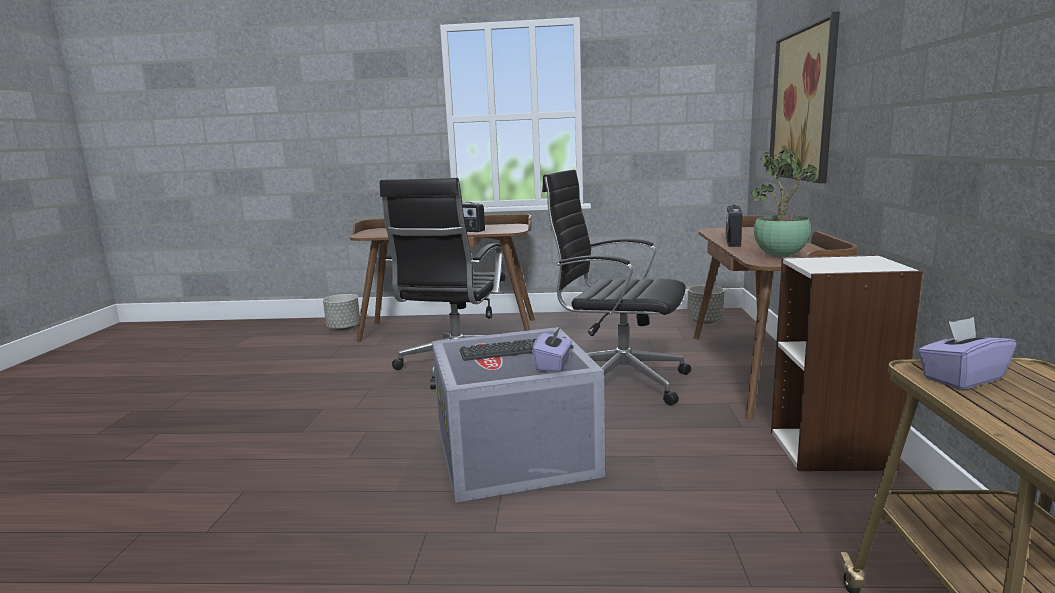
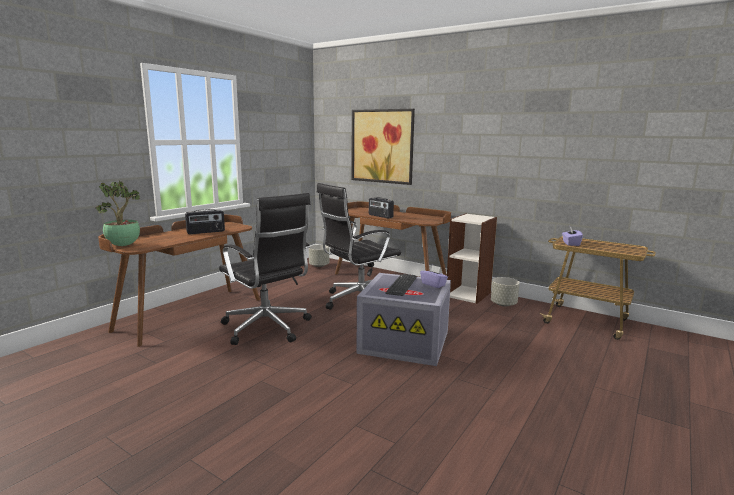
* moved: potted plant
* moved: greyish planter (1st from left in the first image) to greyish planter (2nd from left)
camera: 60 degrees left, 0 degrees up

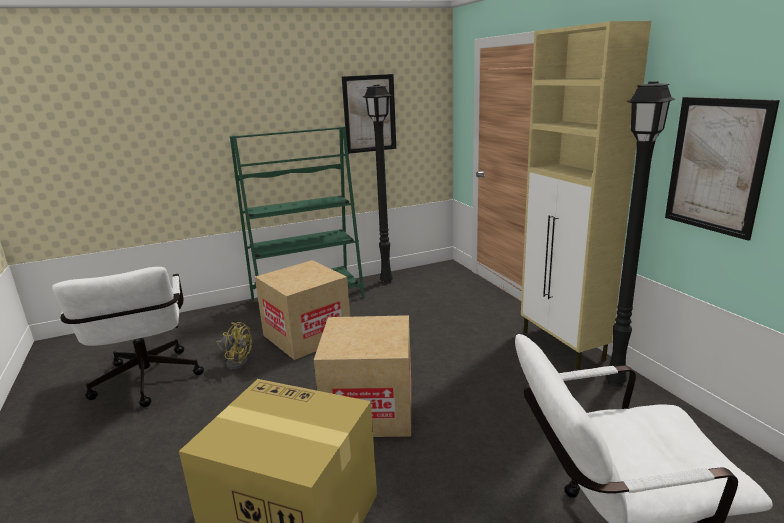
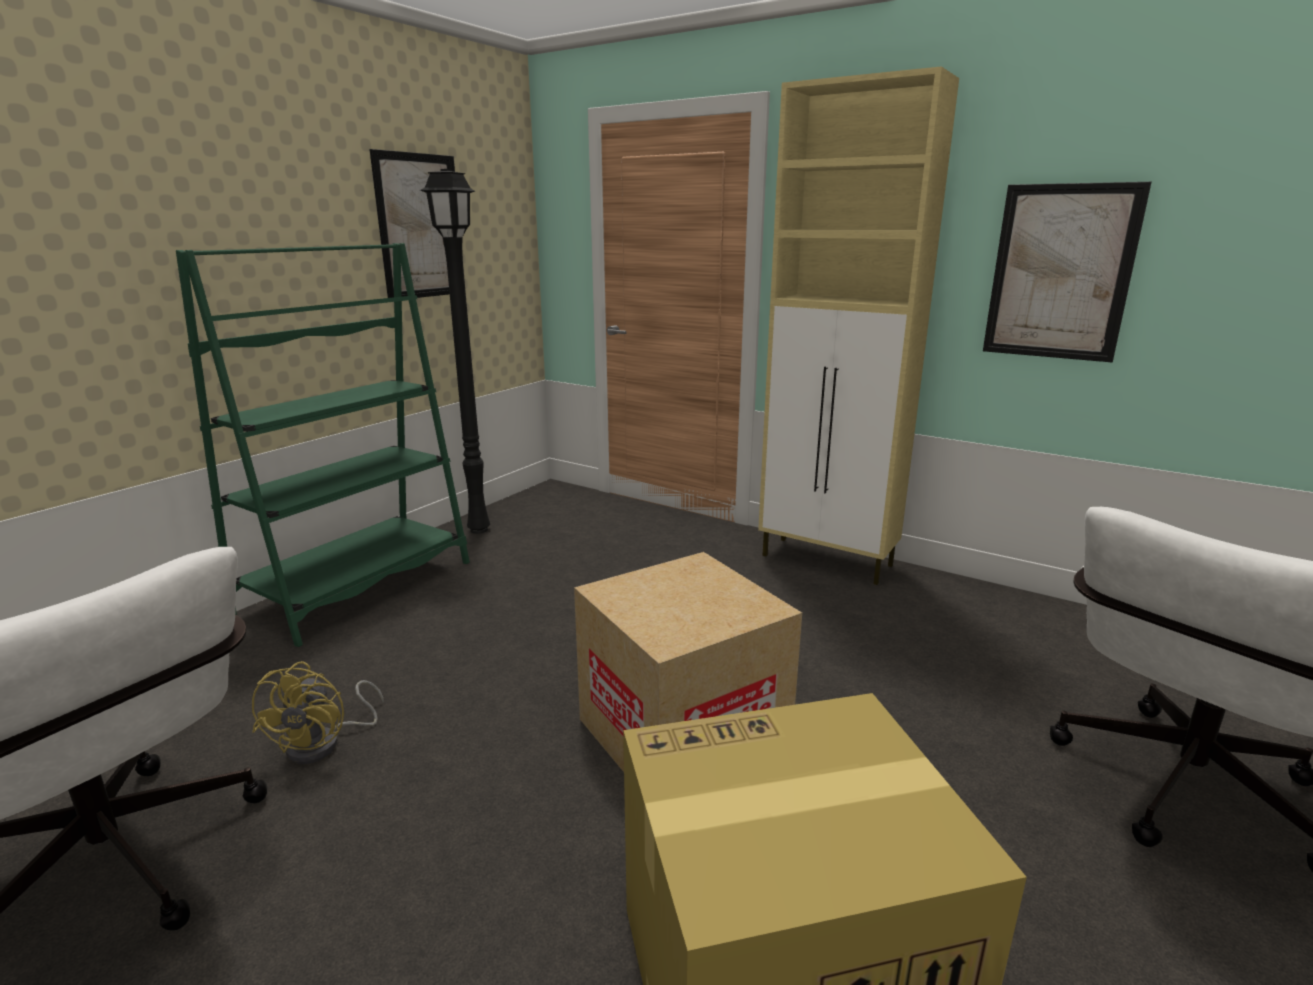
* turned: yellow-coloured fan 105 degrees clockwise
* removed: cardboard box (2nd from left)
* removed: black-coloured floor lamp (2nd from left)
camera: 35 degrees left, 0 degrees up

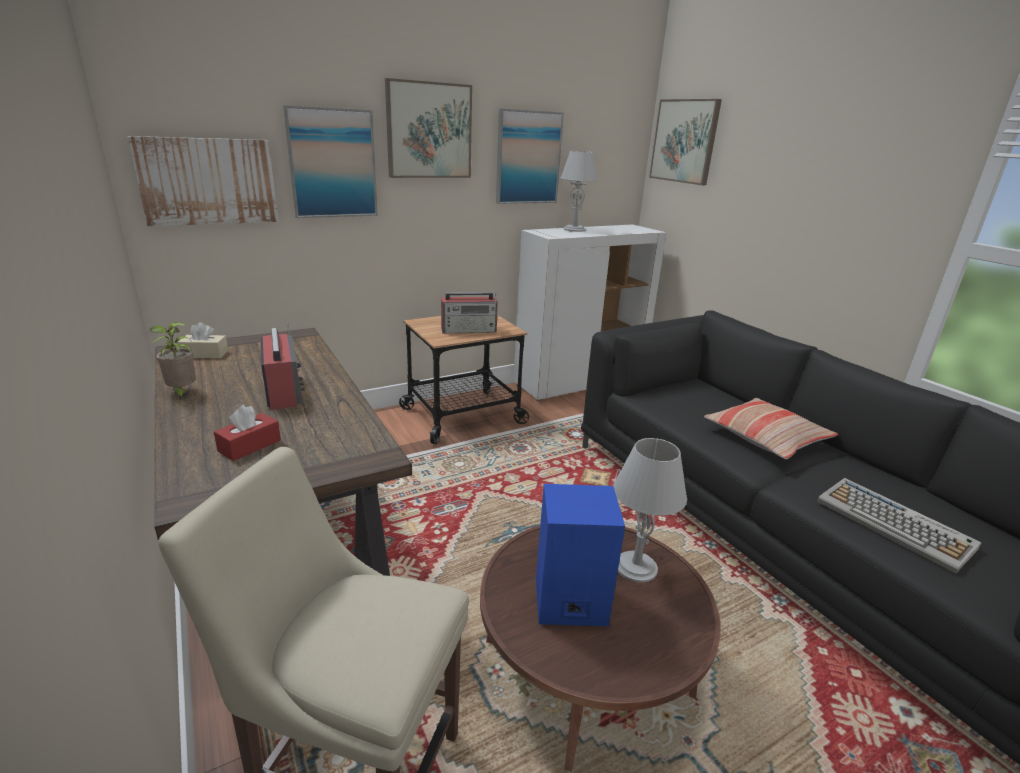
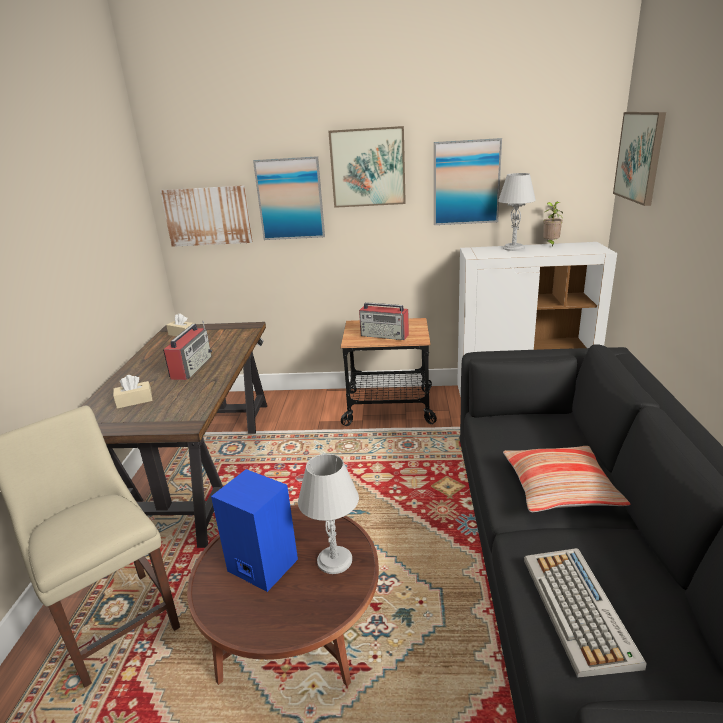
* recoloured: red-coloured tissue box to sand-coloured tissue box (1st from left)
* moved: potted plant
camera: 35 degrees right, 0 degrees up

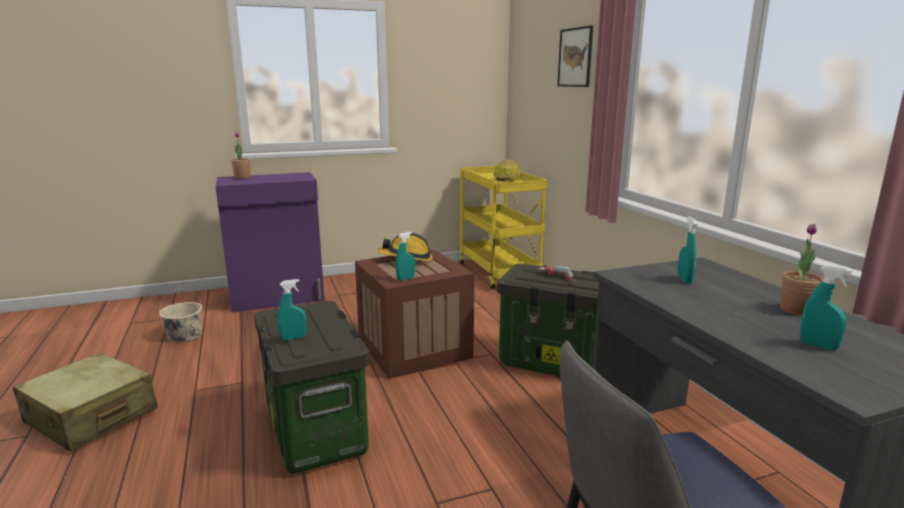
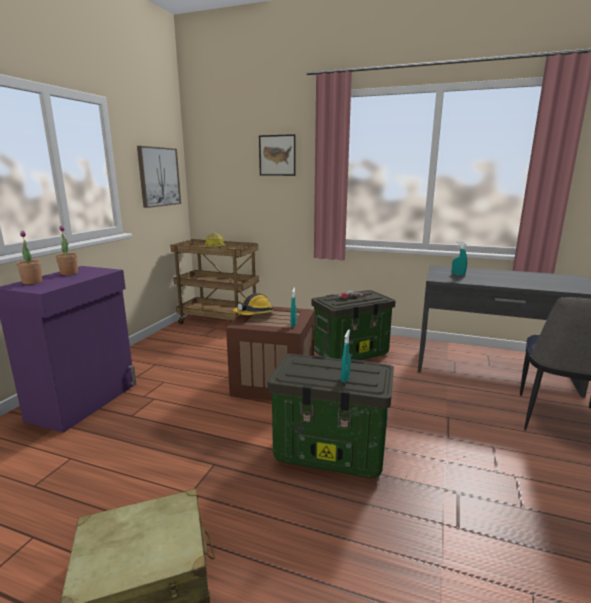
* moved: potted plant (2nd from left)
* added: picture (1st from left)
* recoloured: yellow-coloured cart to brownish cart
* removed: sand-coloured water bucket
* removed: turquoise-coloured spray bottle (4th from left)
camera: 50 degrees left, 0 degrees up

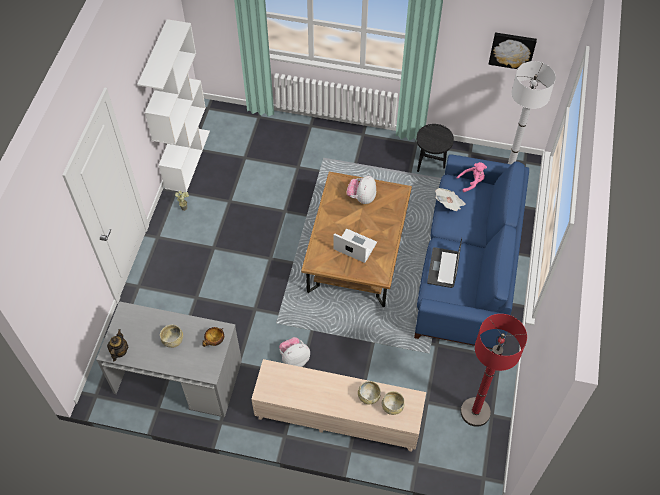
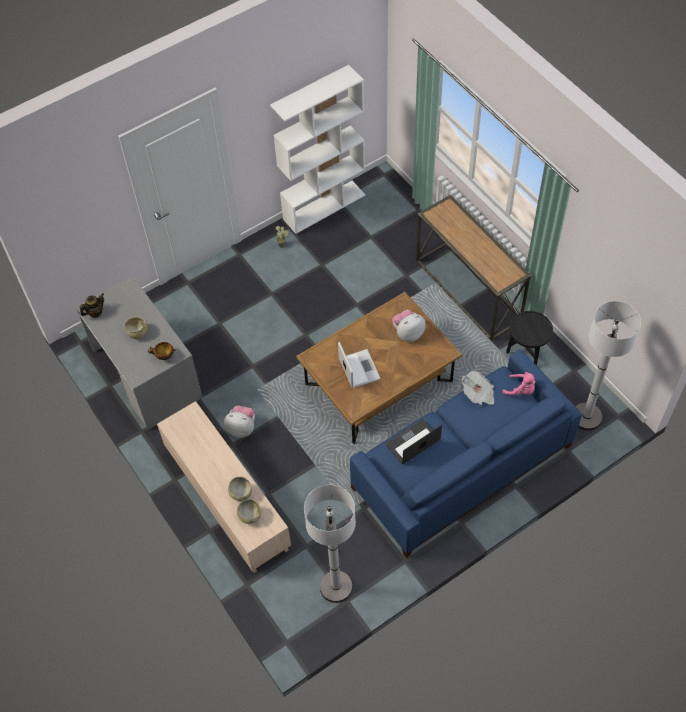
* recoloured: red-coloured floor lamp to whitish floor lamp (1st from left)
* added: hall table
* removed: picture
camera: 45 degrees right, 0 degrees up

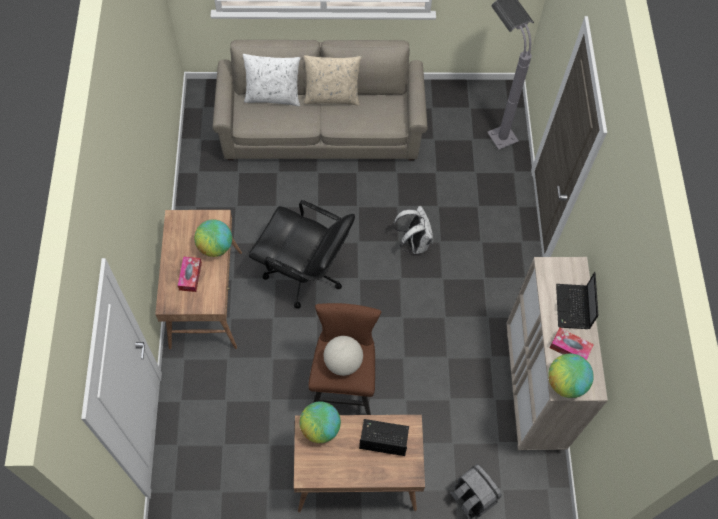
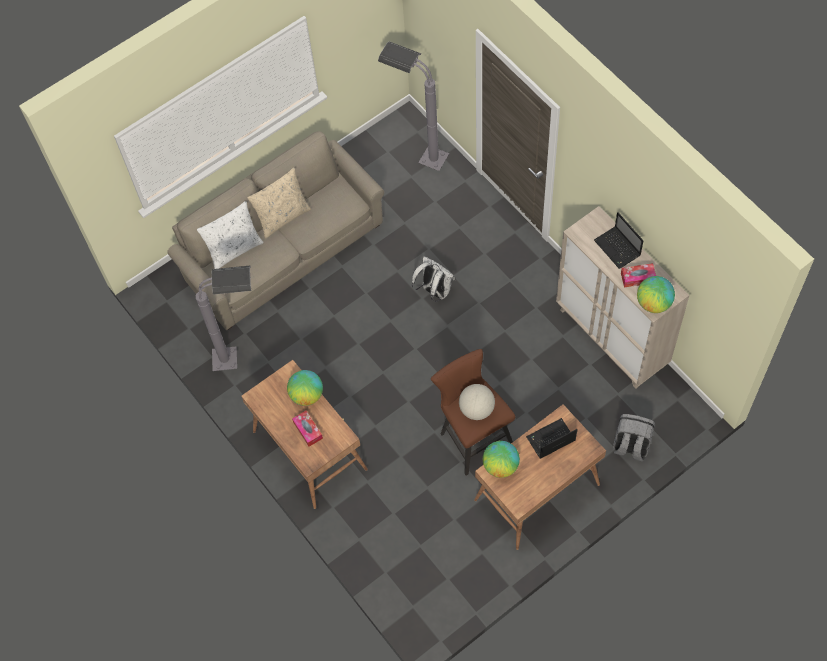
* added: greyish floor lamp (1st from left)
* removed: black-coloured computer chair
camera: 30 degrees left, 0 degrees up

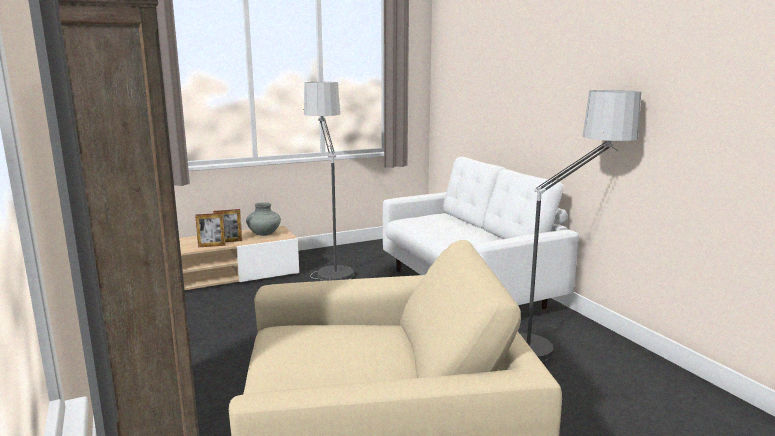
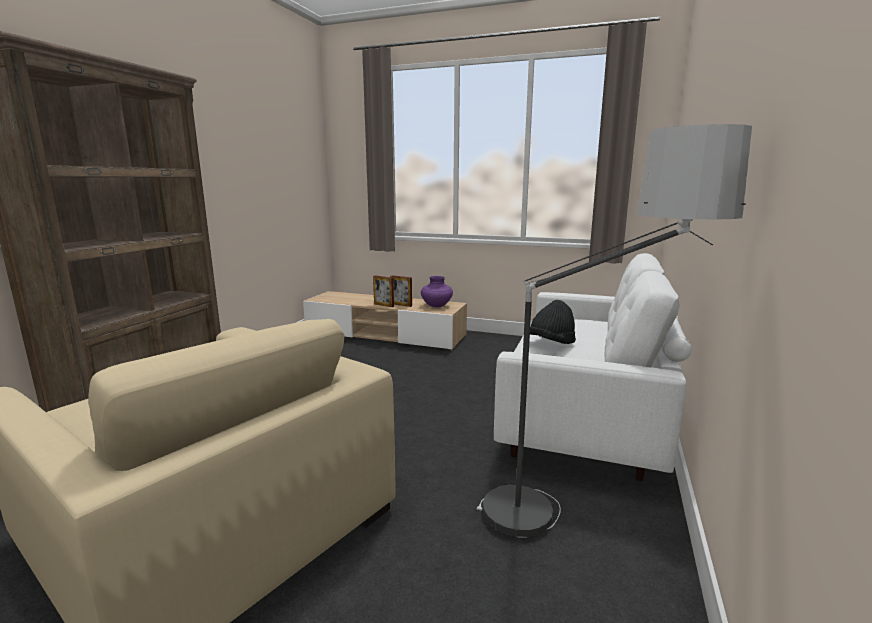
* recoloured: greyish flower vase to purple flower vase
* added: black-coloured clothing hat
* removed: floor lamp (1st from left)
camera: 45 degrees right, 0 degrees up

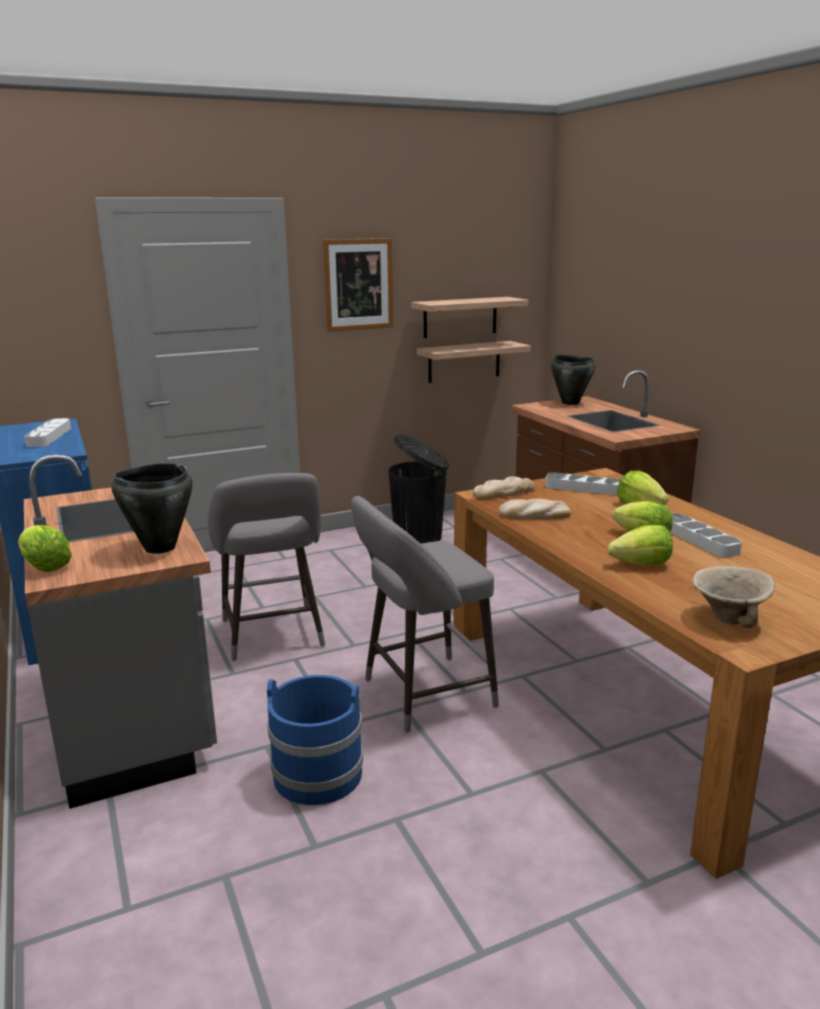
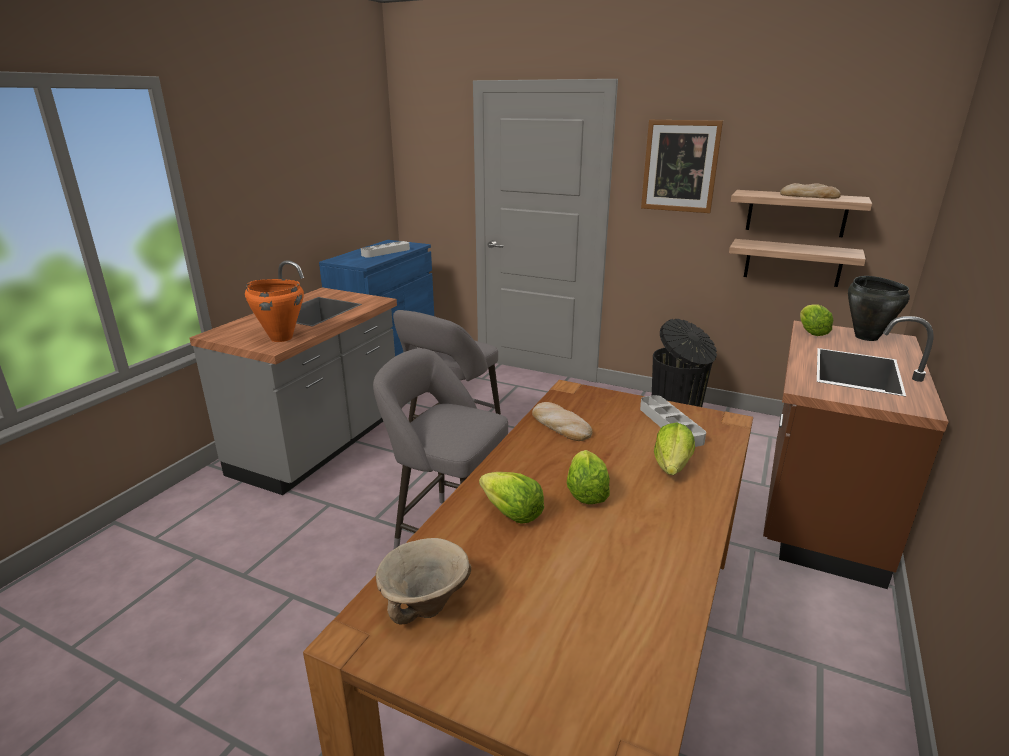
* recoloured: black-coloured stockpot (1st from left) to orangey stockpot
* moved: bread (1st from left in the first image) to bread (2nd from left)
* moved: lettuce (1st from left in the first image) to lettuce (4th from left)
* removed: blue-coloured water bucket
* removed: greyish carrying tray (3rd from left)
camera: 50 degrees right, 5 degrees up

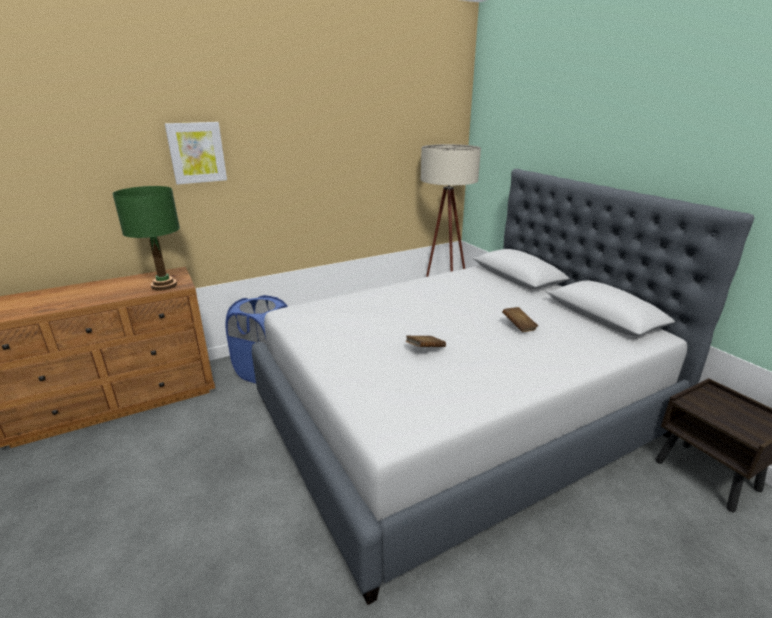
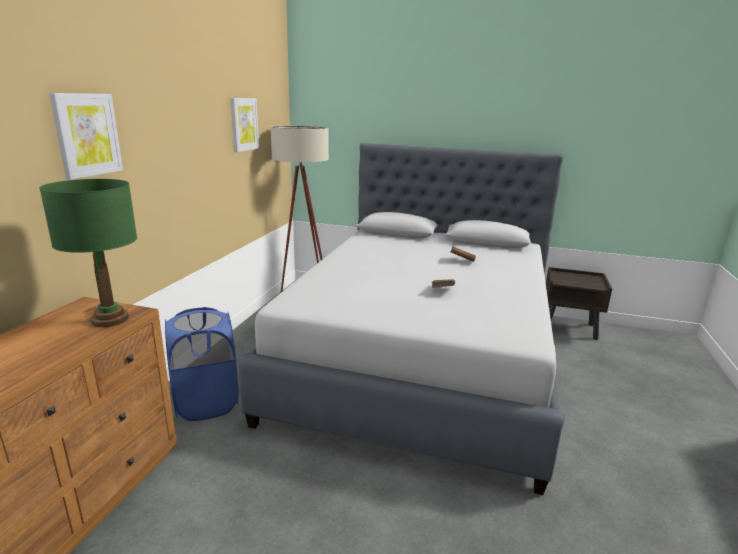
* added: picture (2nd from left)
camera: 45 degrees left, 5 degrees down

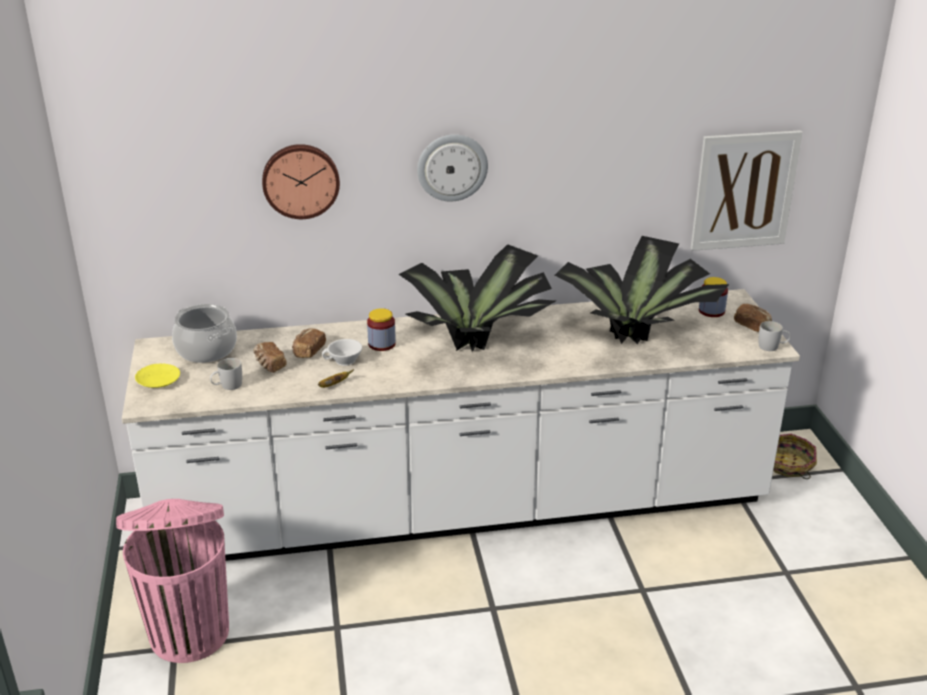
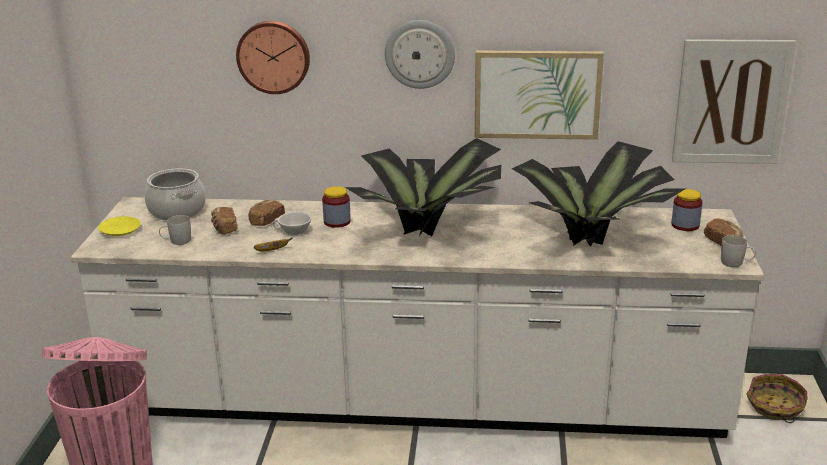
* added: picture (1st from left)
camera: 15 degrees right, 5 degrees down

